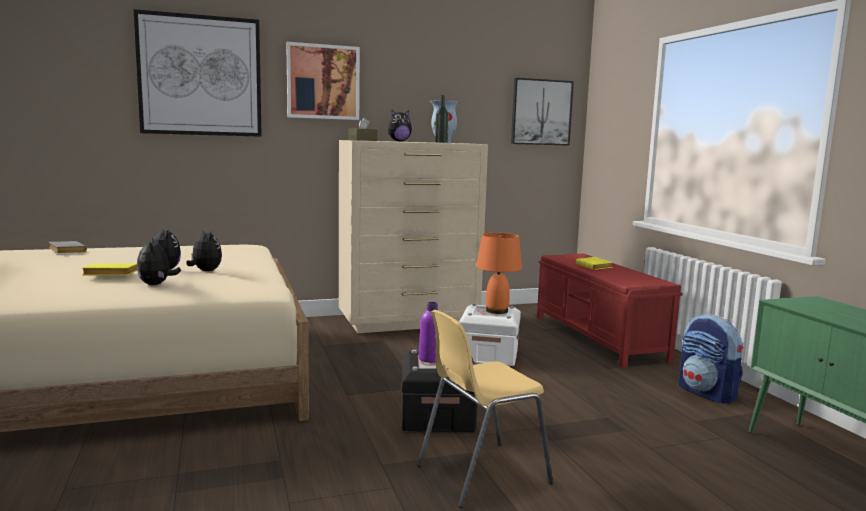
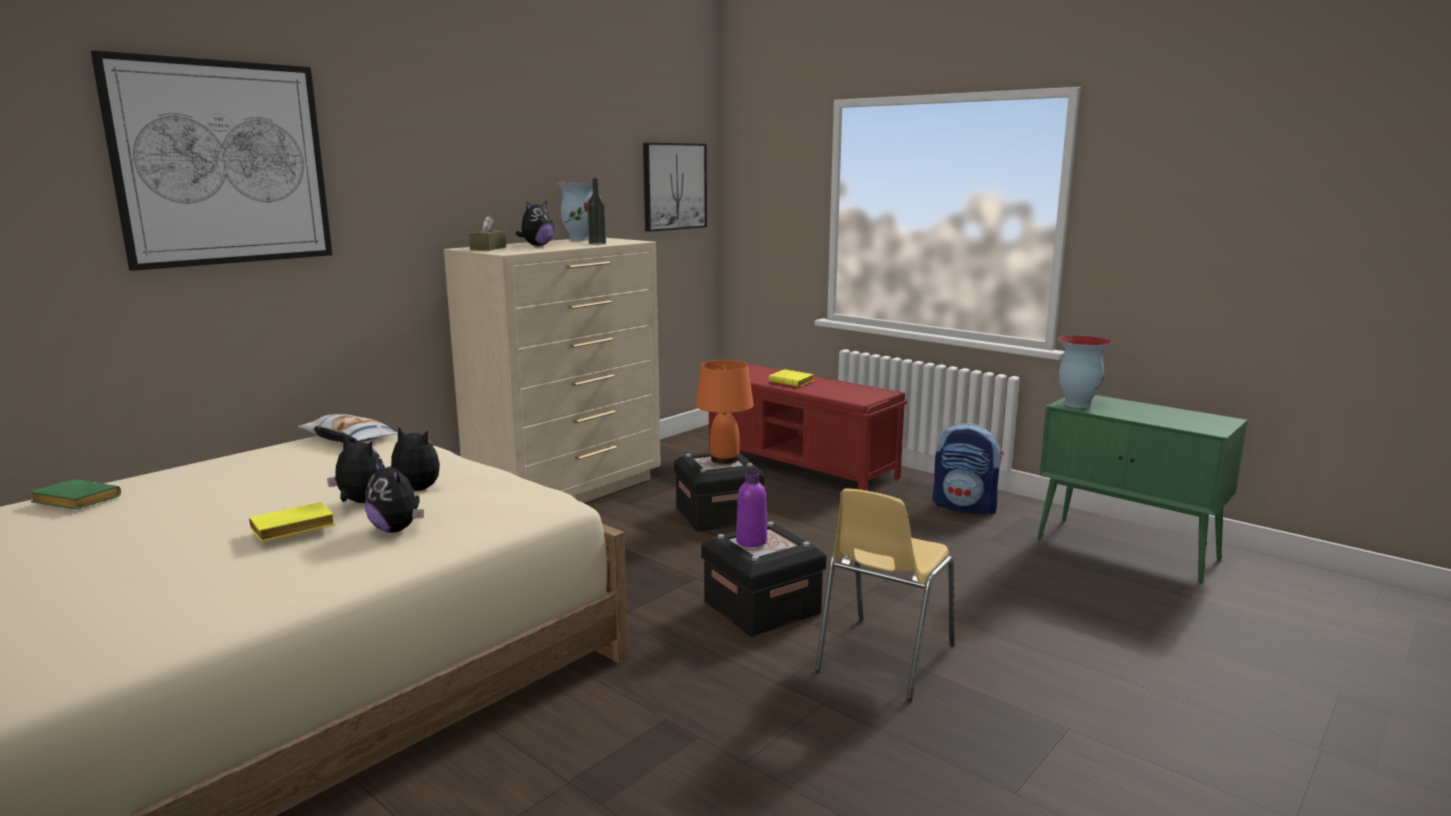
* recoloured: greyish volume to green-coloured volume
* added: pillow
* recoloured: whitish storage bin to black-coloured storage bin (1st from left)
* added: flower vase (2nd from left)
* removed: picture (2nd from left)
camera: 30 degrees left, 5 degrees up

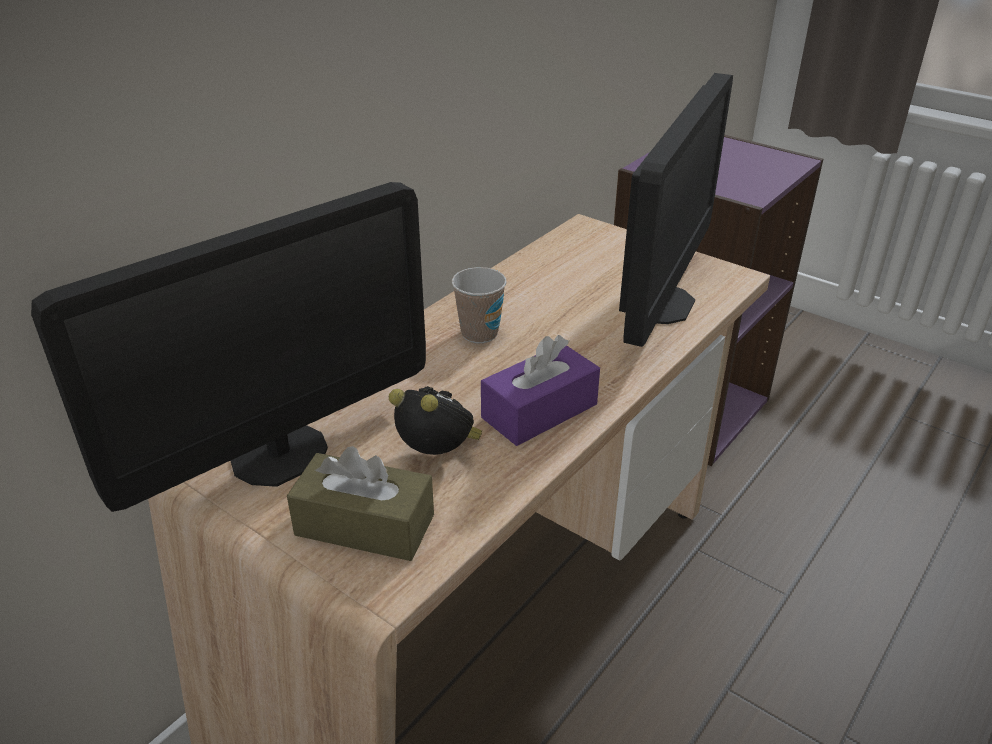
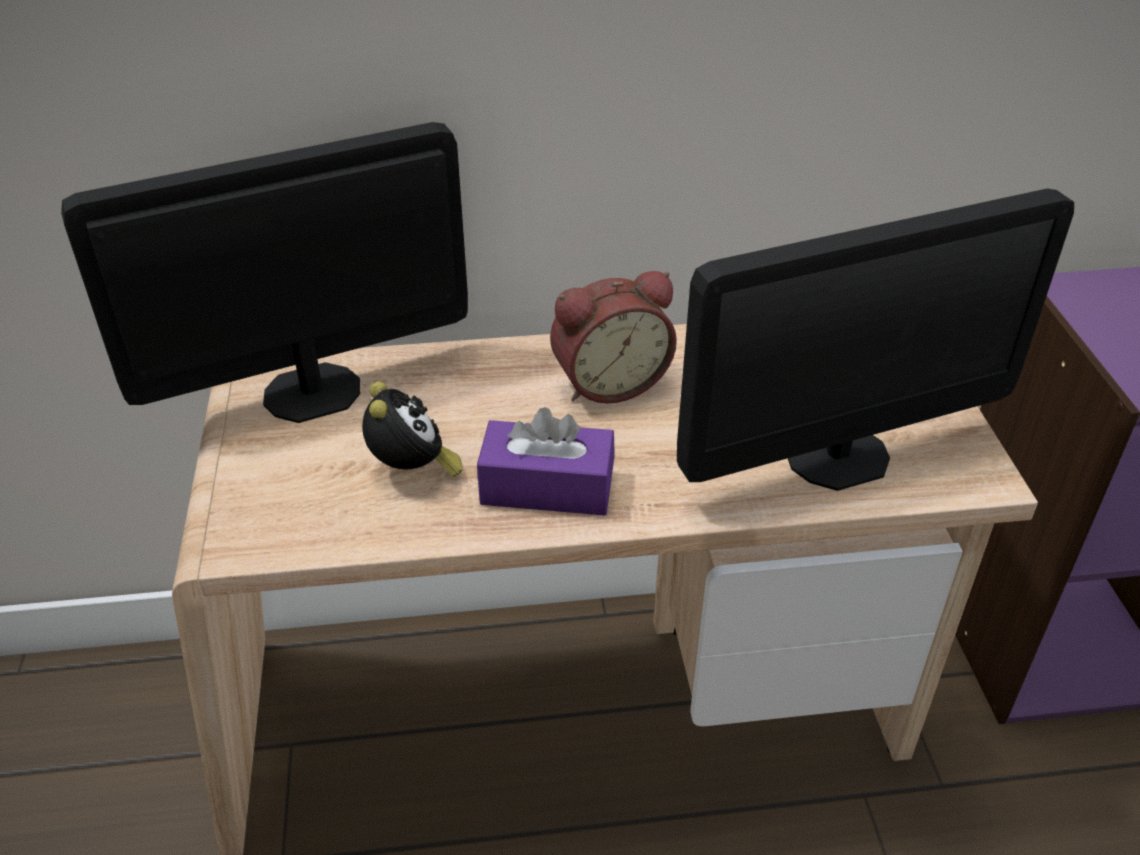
* turned: computer screen (1st from left) 150 degrees clockwise
* replaced: small cup to bedside clock (2nd from left)
* removed: brownish tissue box
camera: 45 degrees right, 5 degrees up

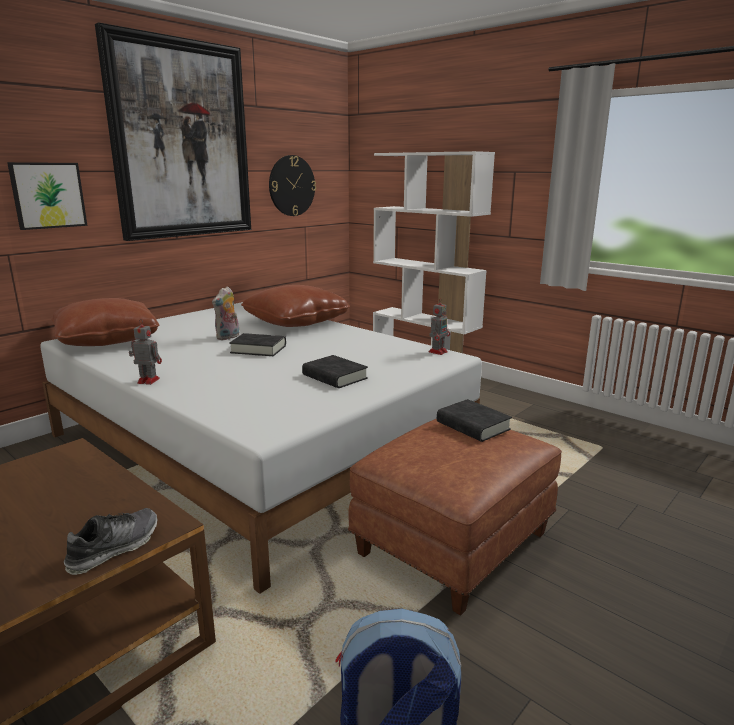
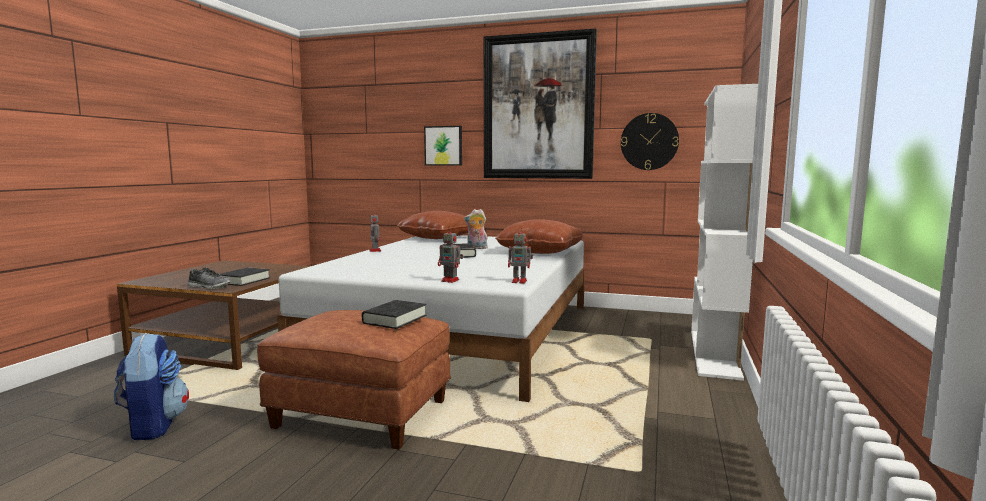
* moved: black-coloured volume (2nd from left in the first image) to black-coloured volume (1st from left)
* added: model robot (2nd from left)
camera: 65 degrees right, 10 degrees down

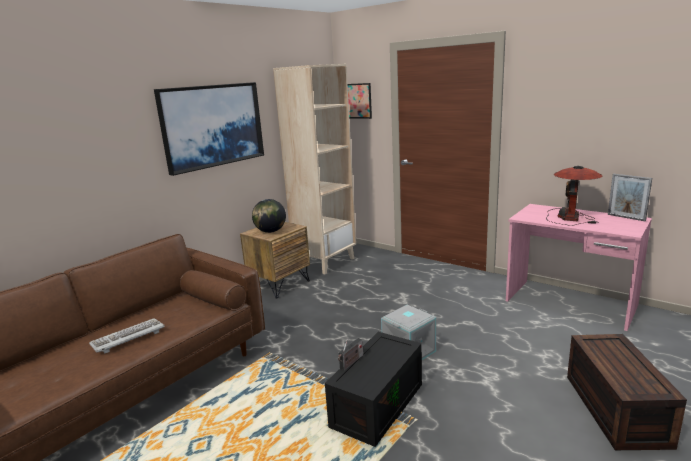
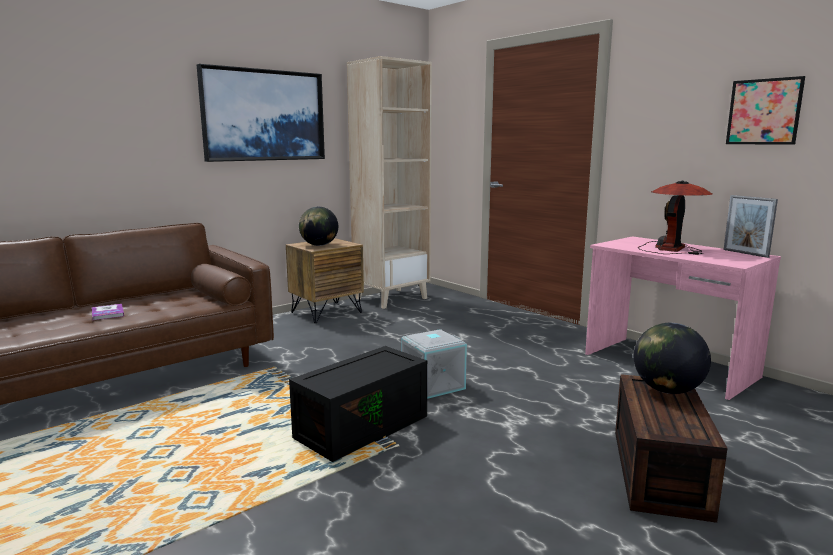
* replaced: PC keyboard to volume
* added: world globe (2nd from left)
* moved: picture (2nd from left)
* removed: radio receiver
camera: 10 degrees right, 5 degrees down

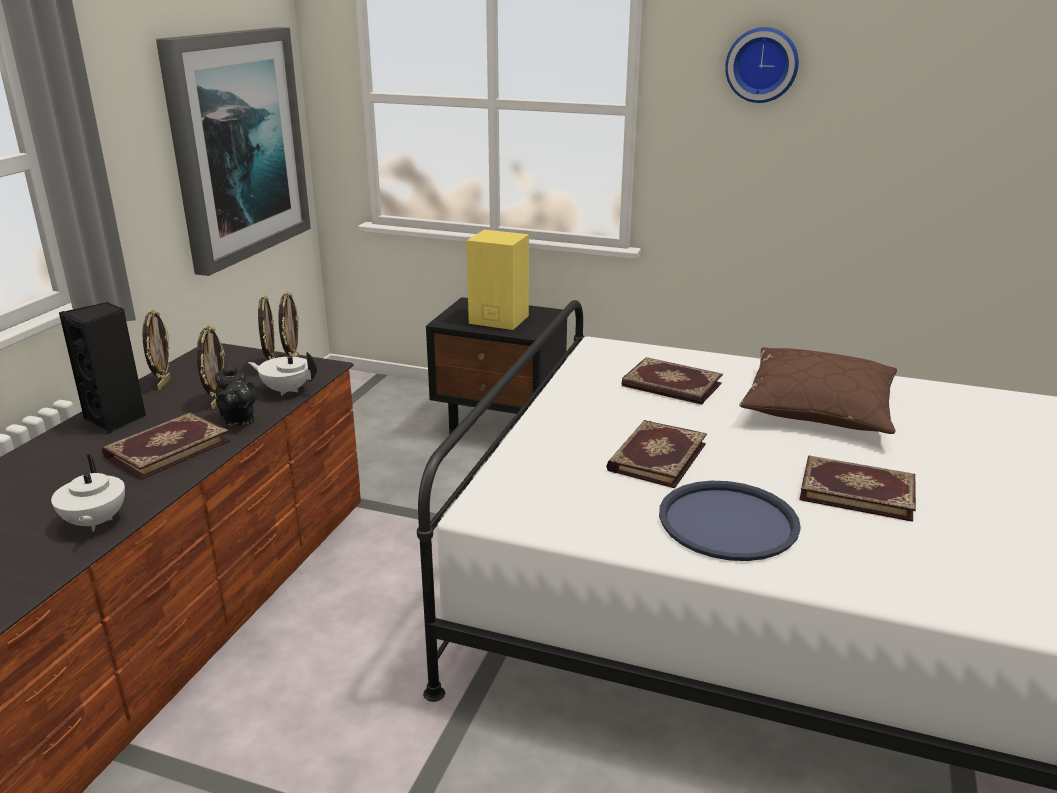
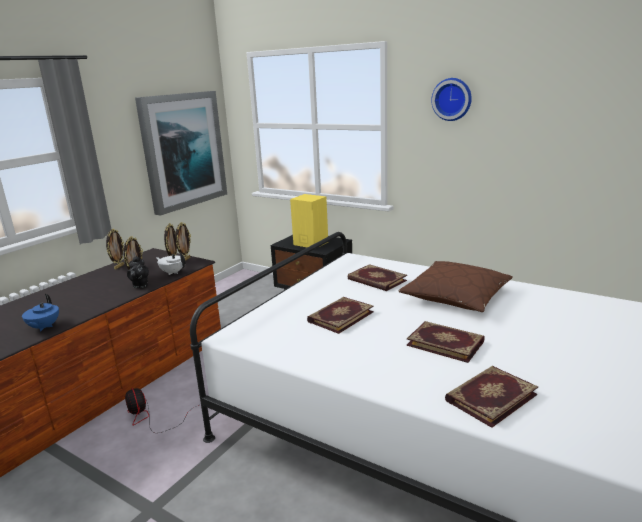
* recoloured: whitish tea pot (1st from left) to blue-coloured tea pot
* added: fan
* moved: volume (1st from left in the first image) to volume (4th from left)
* removed: black-coloured speaker
* removed: blue-coloured carrying tray
camera: 15 degrees right, 5 degrees down

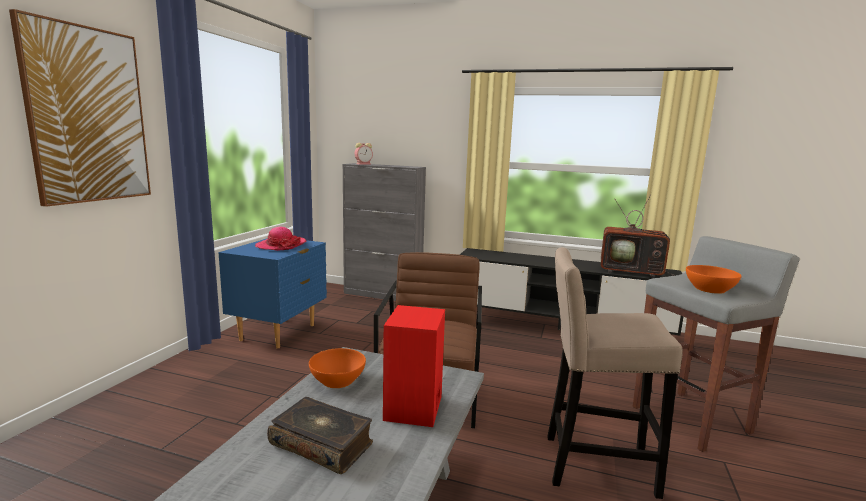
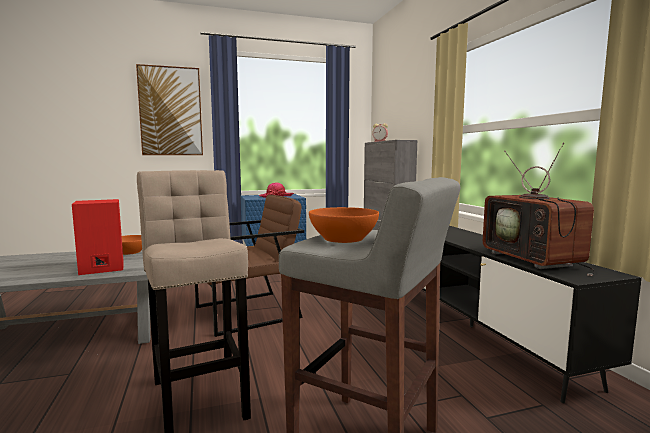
* removed: volume
camera: 55 degrees right, 5 degrees down

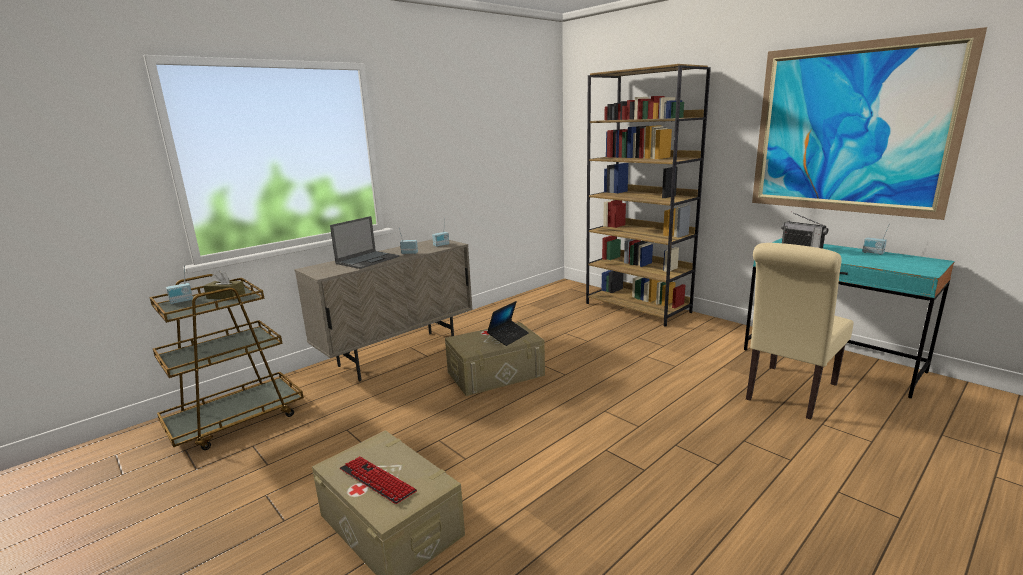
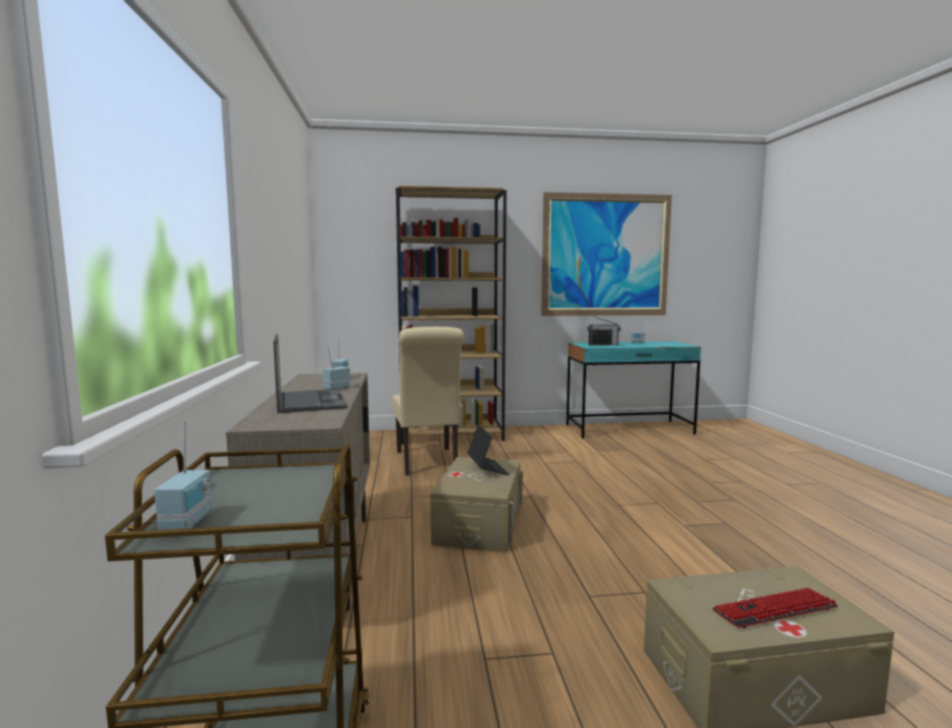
* moved: sand-coloured plain chair
* removed: brownish tissue box
camera: 55 degrees left, 10 degrees down

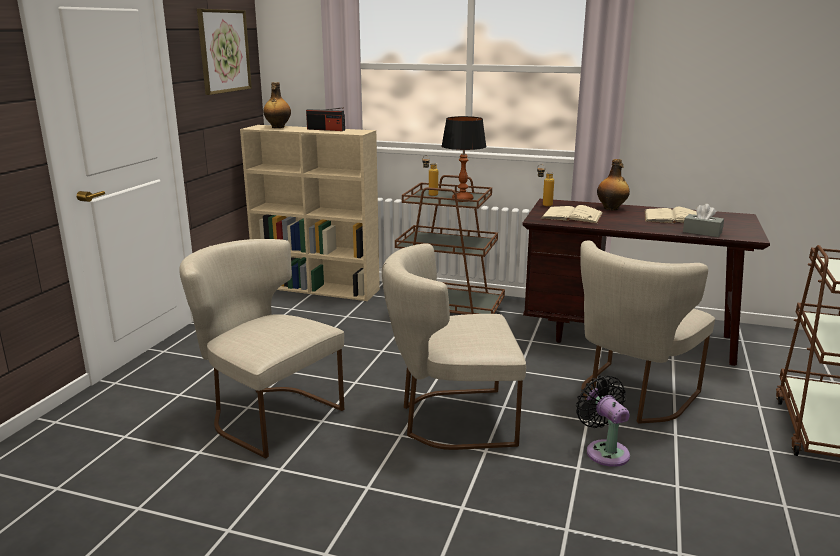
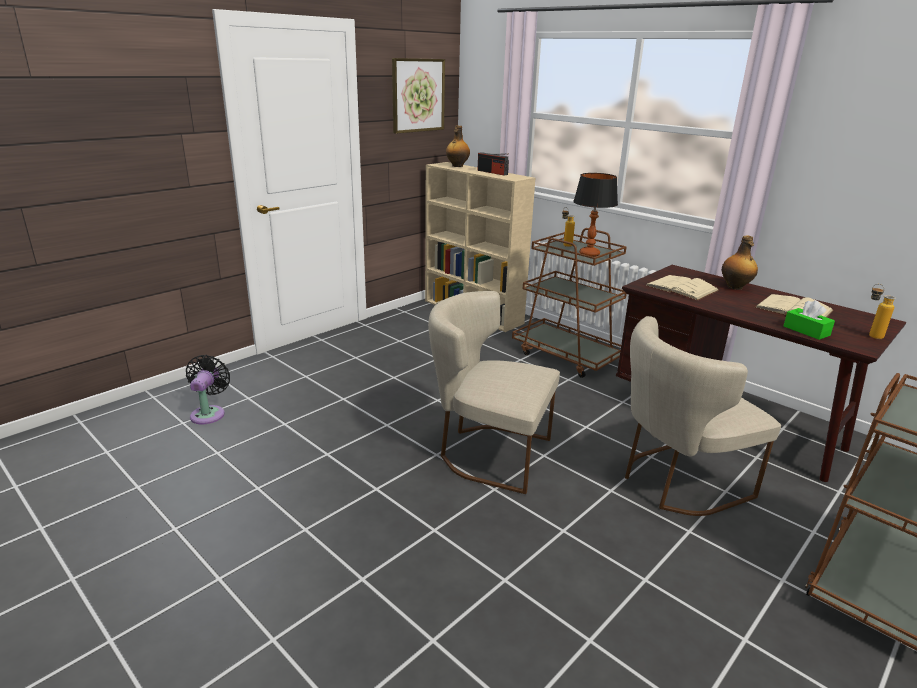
* moved: black-coloured fan
* recoloured: greyish tissue box to green-coloured tissue box
* moved: beverage bottle (3rd from left in the first image) to beverage bottle (4th from left)
* removed: sand-coloured plain chair (1st from left)
camera: 25 degrees right, 5 degrees up

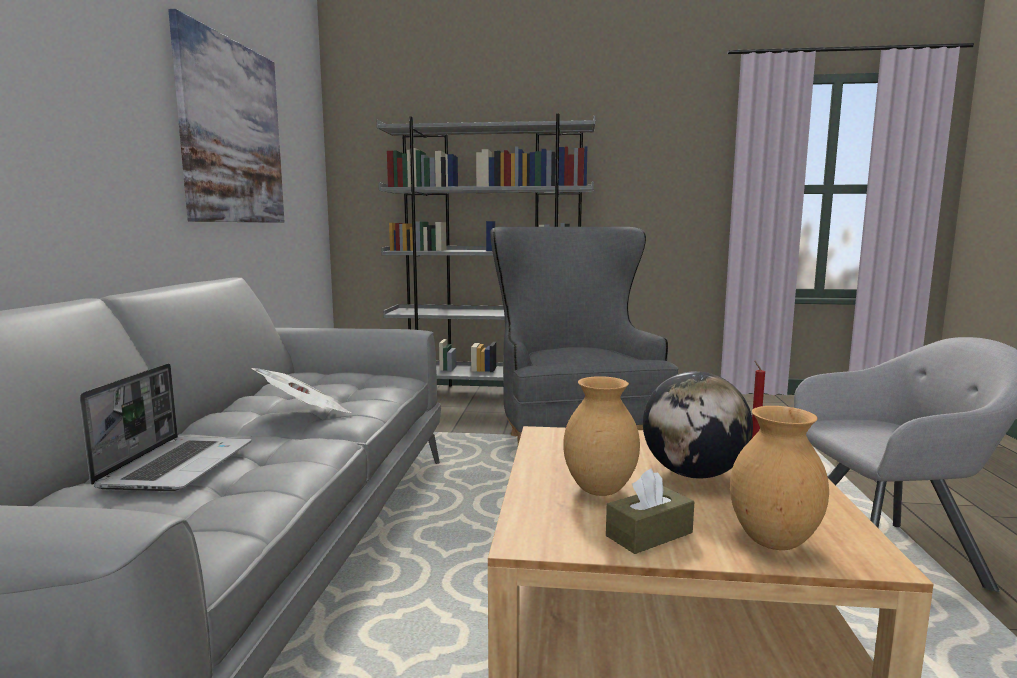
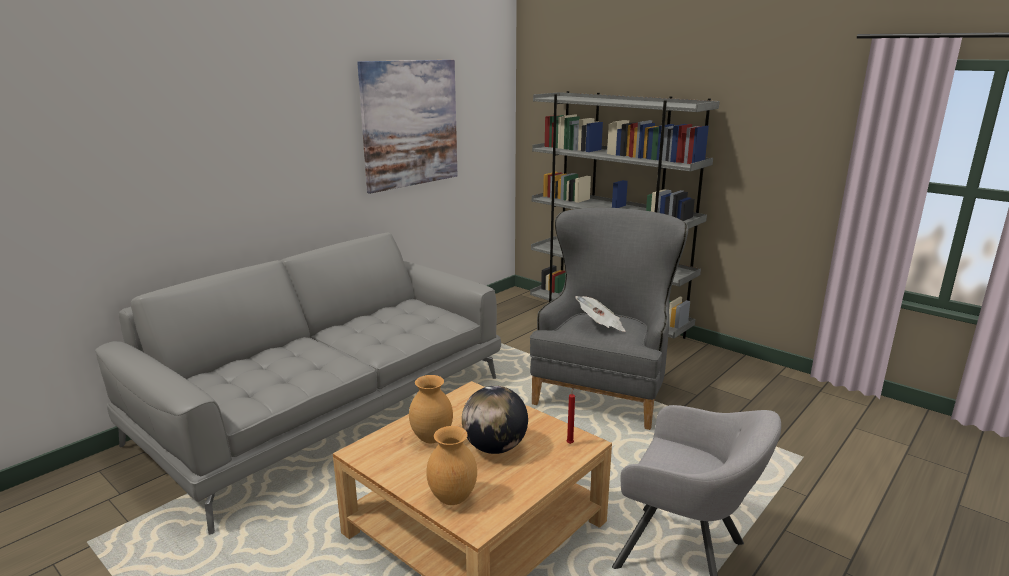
* moved: daily paper
* removed: notebook computer
* removed: brownish tissue box
camera: 35 degrees right, 10 degrees up

